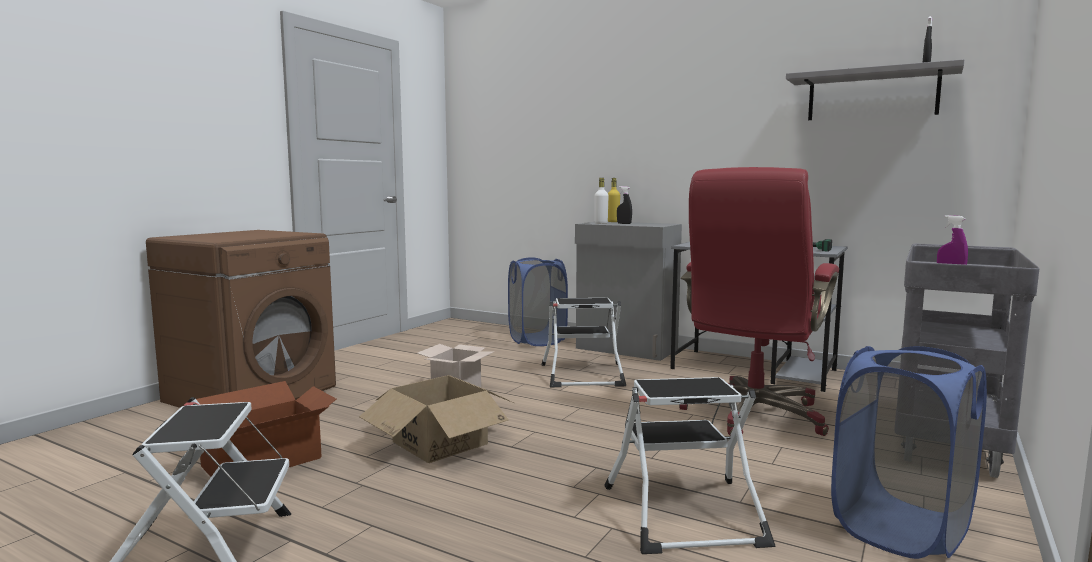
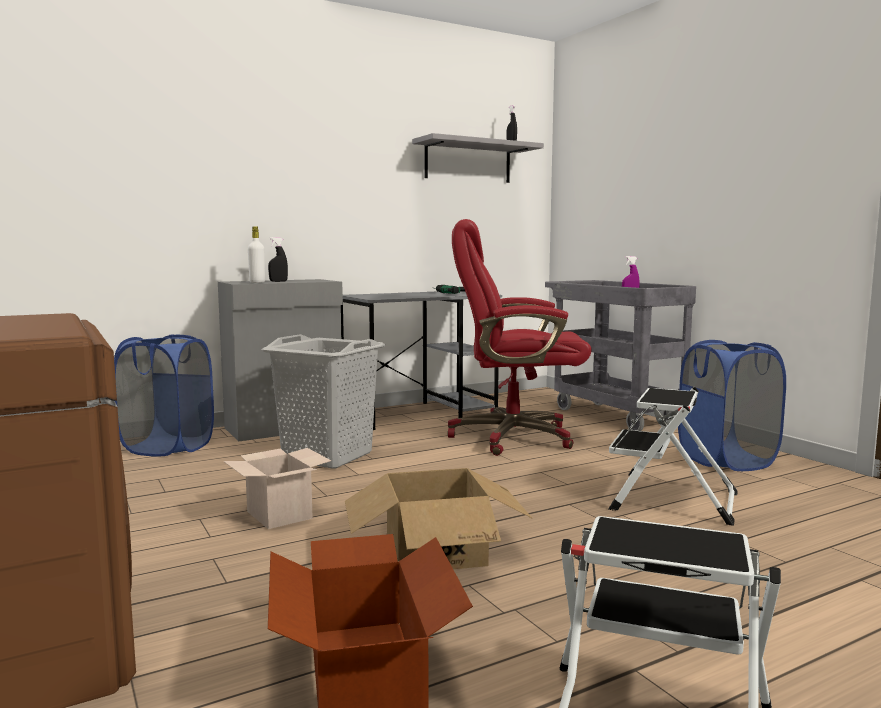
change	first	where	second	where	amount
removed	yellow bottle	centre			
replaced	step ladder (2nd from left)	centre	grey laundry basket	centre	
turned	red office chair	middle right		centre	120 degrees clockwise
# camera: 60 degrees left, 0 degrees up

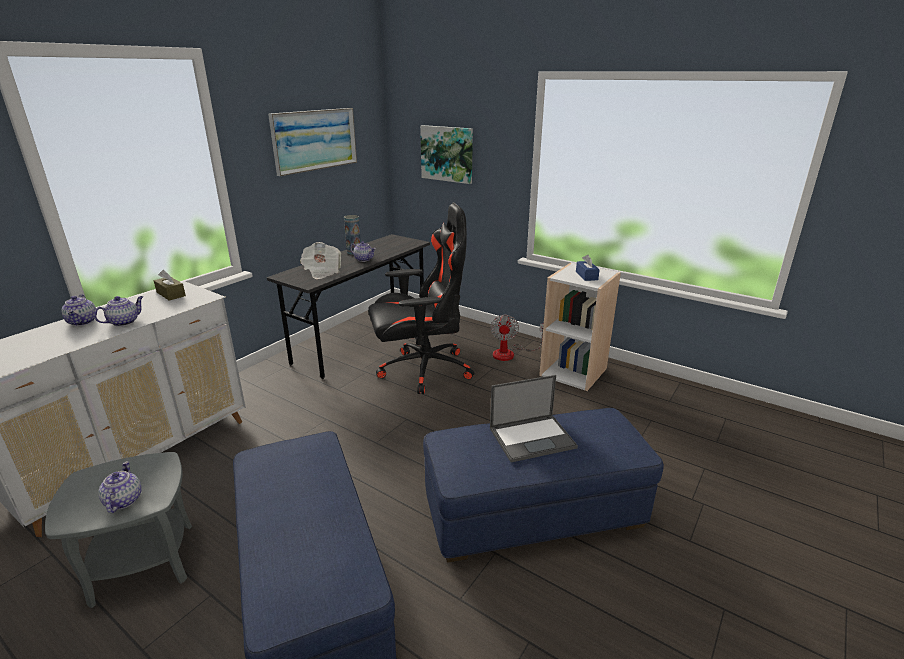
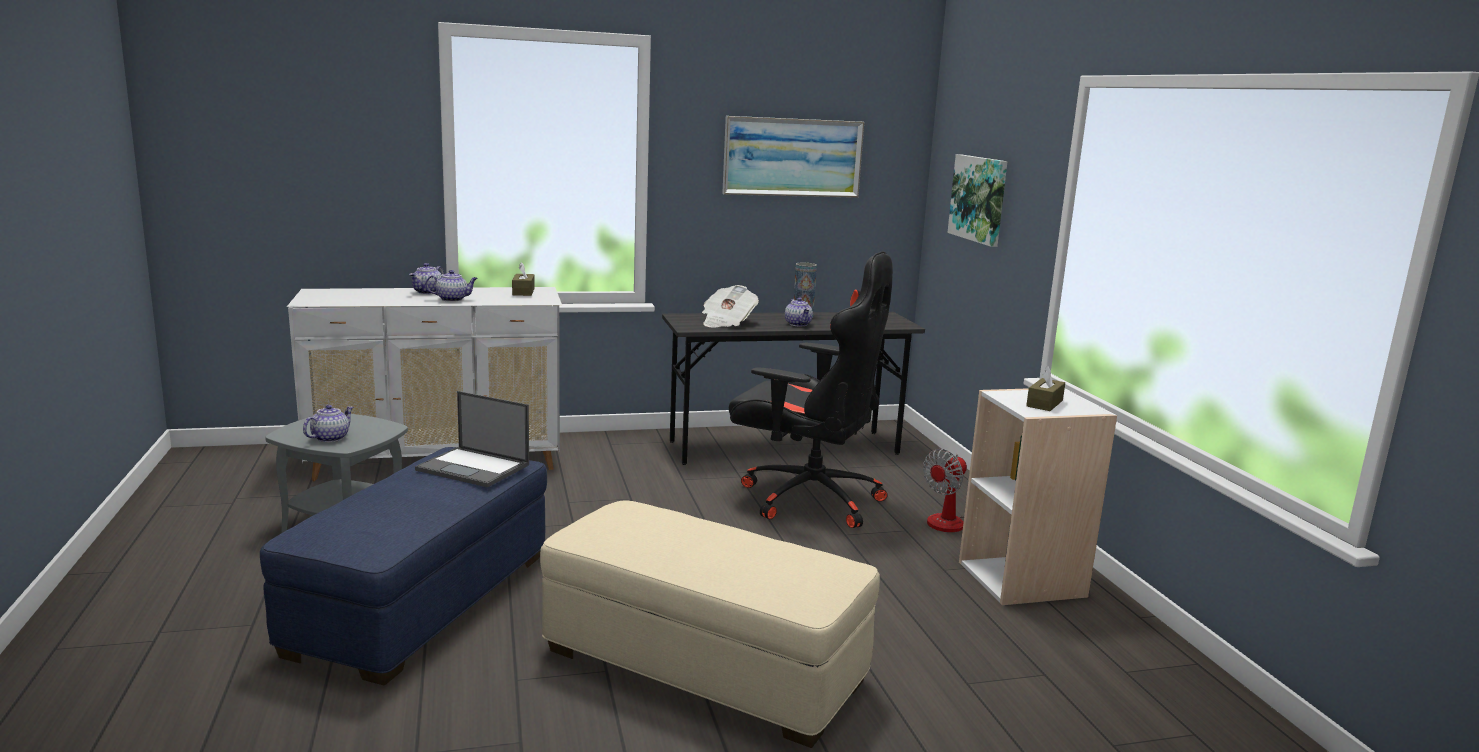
change	first	where	second	where	amount
moved	laptop	centre		middle left	
recoloured	blue ottoman (2nd from left)	bottom centre	beige ottoman	bottom centre	
recoloured	blue tissue box	centre	brown tissue box (2nd from left)	middle right	
# camera: 40 degrees right, 10 degrees down

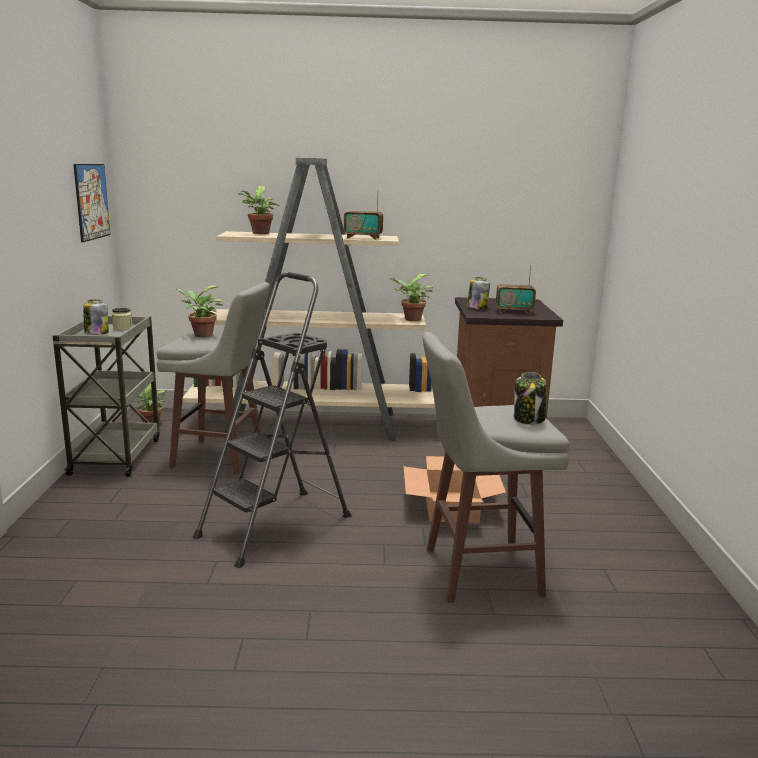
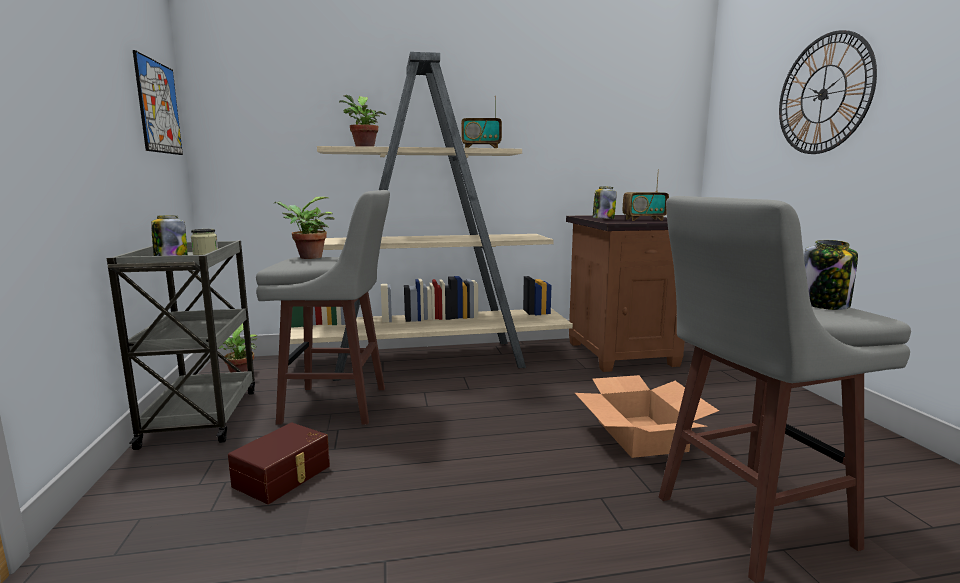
change	first	where	second	where	amount
removed	step ladder	centre			
removed	potted plant (4th from left)	centre			
added			brown storage box	bottom left	
added			wall clock	top right	
# camera: 10 degrees left, 5 degrees down

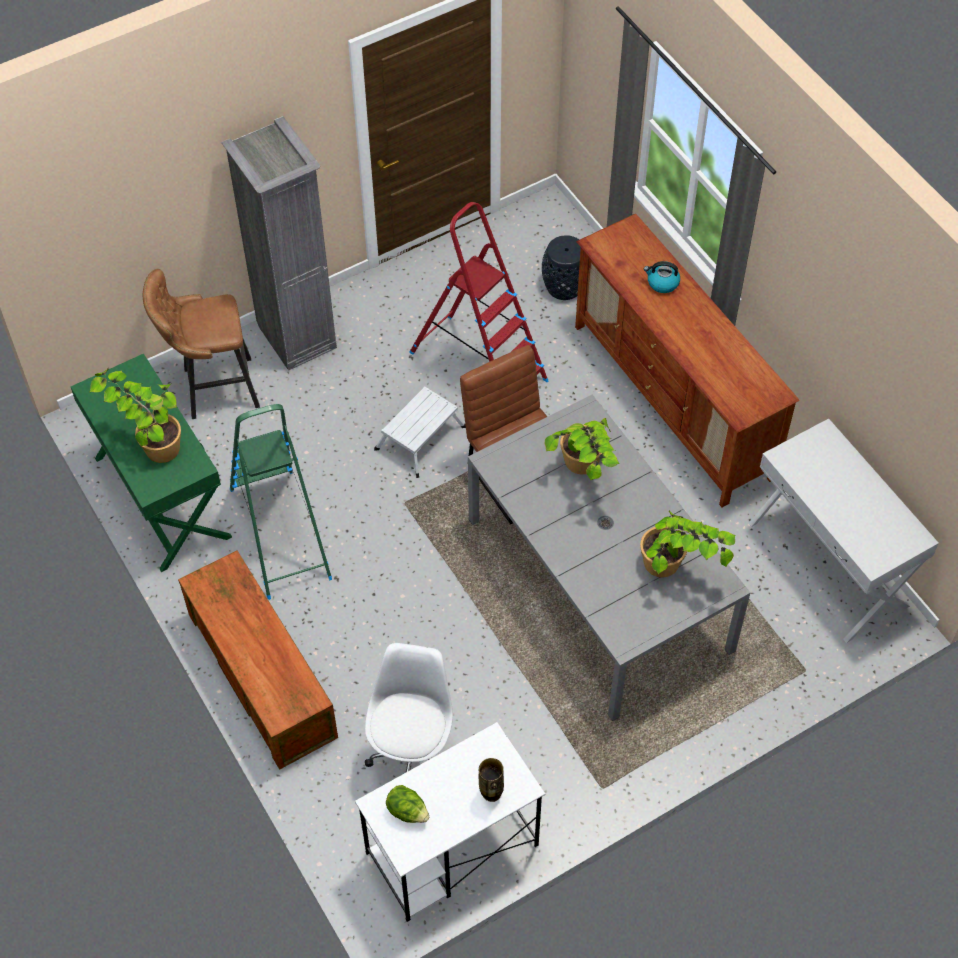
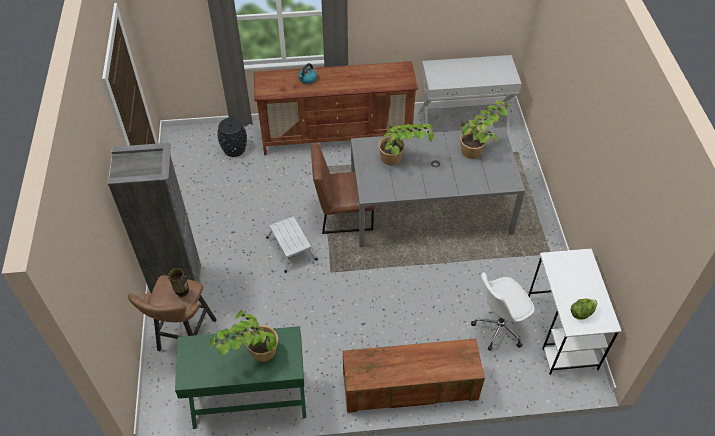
change	first	where	second	where	amount
removed	green step ladder	middle left			
removed	red step ladder	top centre			
moved	vase	bottom centre		middle left	
turned	white office chair	bottom centre		bottom right	60 degrees counterclockwise
# camera: 65 degrees left, 5 degrees down

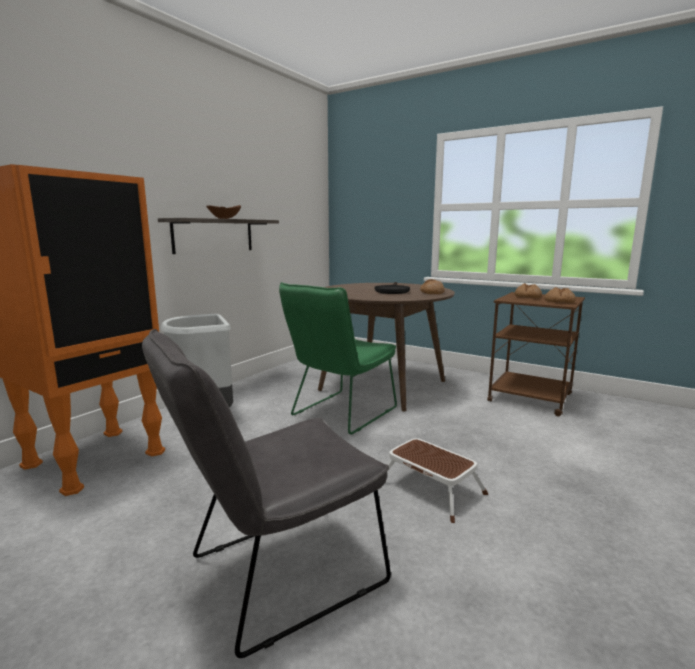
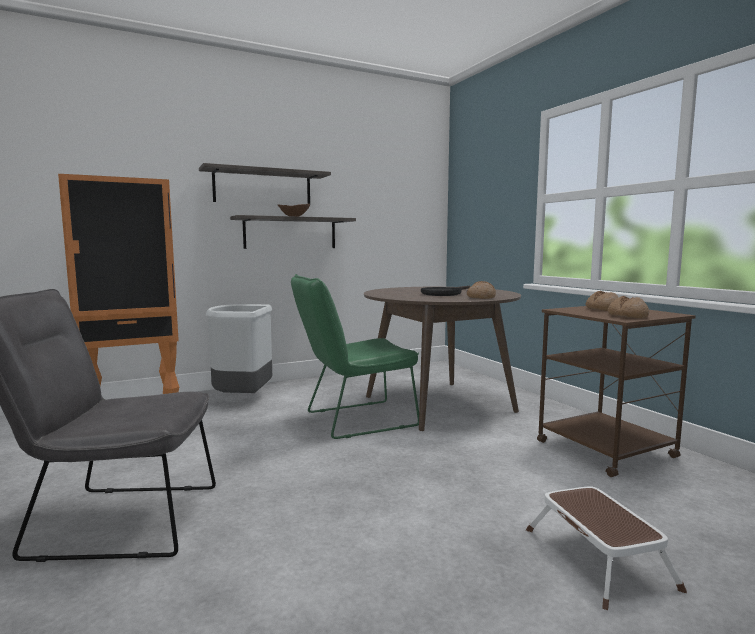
change	first	where	second	where	amount
added			shelf (1st from left)	top centre	
moved	brown step ladder	bottom centre		bottom right	
# camera: 30 degrees right, 5 degrees down

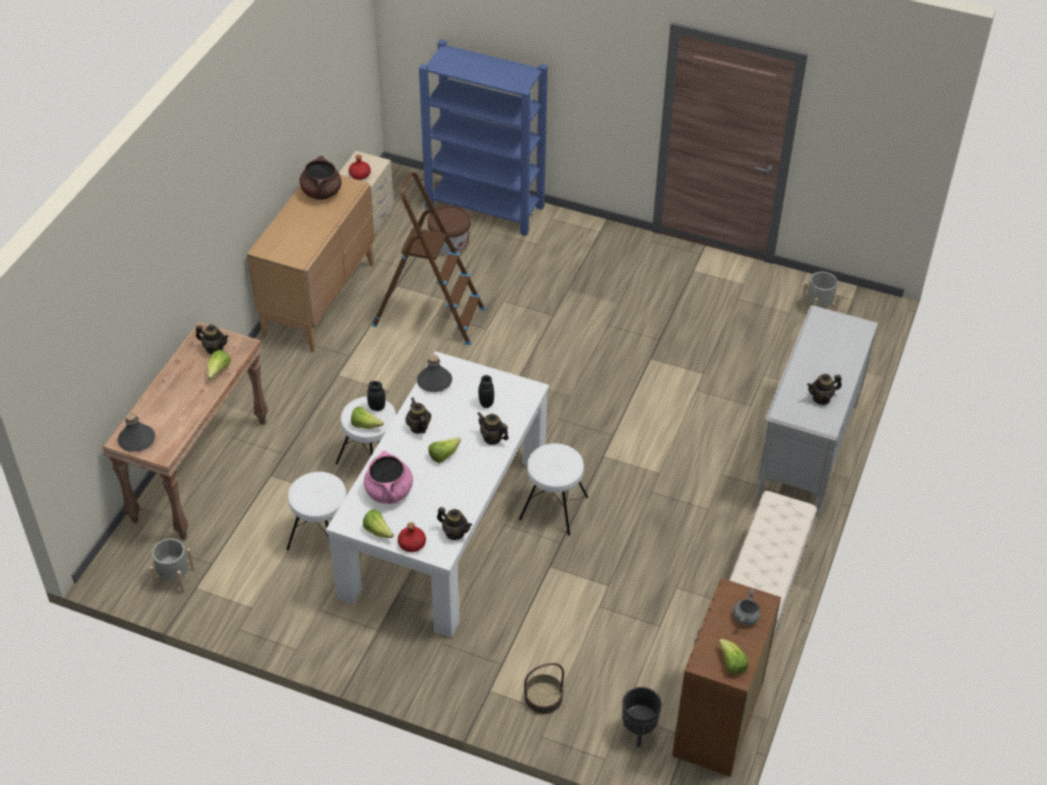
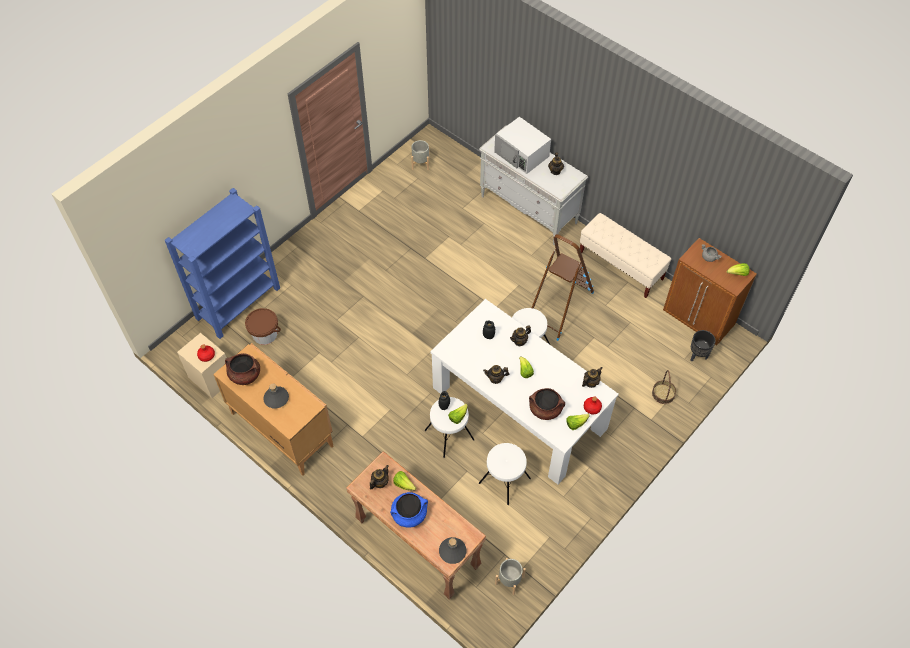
change	first	where	second	where	amount
added			blue cooking pot	bottom centre	
added			white microwave	top centre	
moved	brown step ladder	top centre		centre	
moved	grey bottle (2nd from left in the first image)	centre	grey bottle (1st from left)	middle left	
recoloured	pink cooking pot	centre	brown cooking pot (2nd from left)	centre	
# camera: 70 degrees left, 10 degrees up

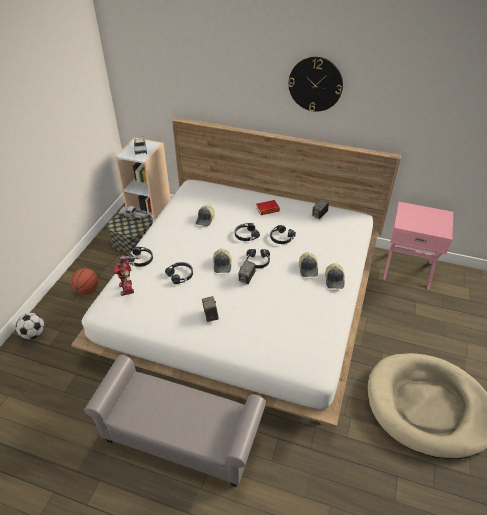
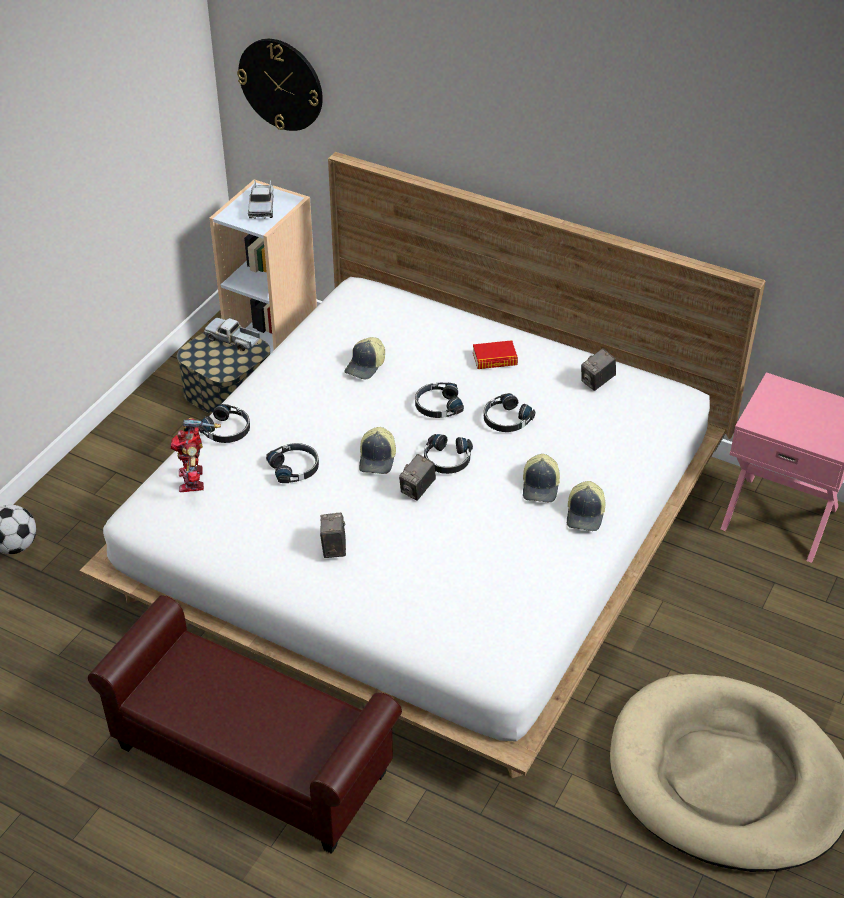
change	first	where	second	where	amount
removed	basketball	middle left			
moved	wall clock	top centre		top left	
recoloured	grey ottoman	bottom centre	brown ottoman	bottom left	
# camera: 10 degrees right, 0 degrees up

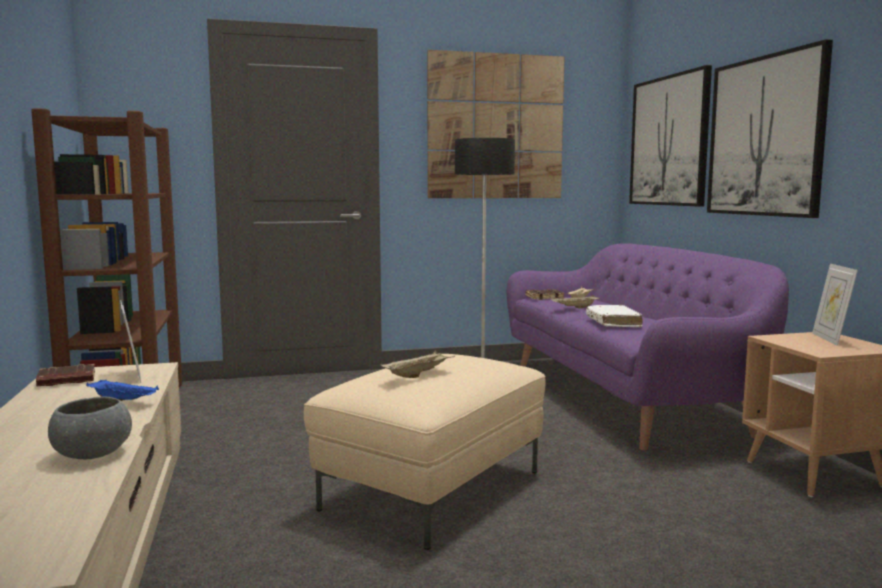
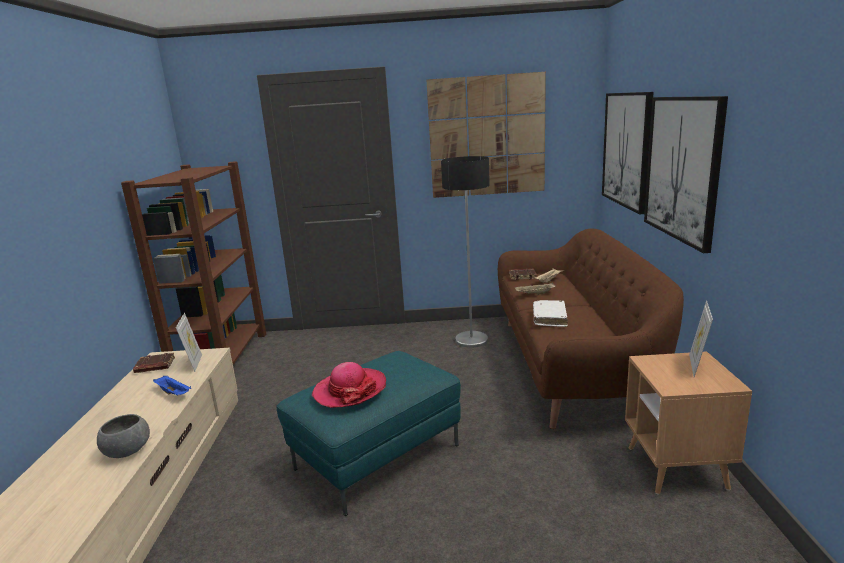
change	first	where	second	where	amount
replaced	beige tray (1st from left)	centre	hat	bottom centre	
recoloured	beige ottoman	bottom centre	turquoise ottoman	bottom centre	
recoloured	purple sofa	middle right	brown sofa	middle right	
# camera: 15 degrees right, 10 degrees up

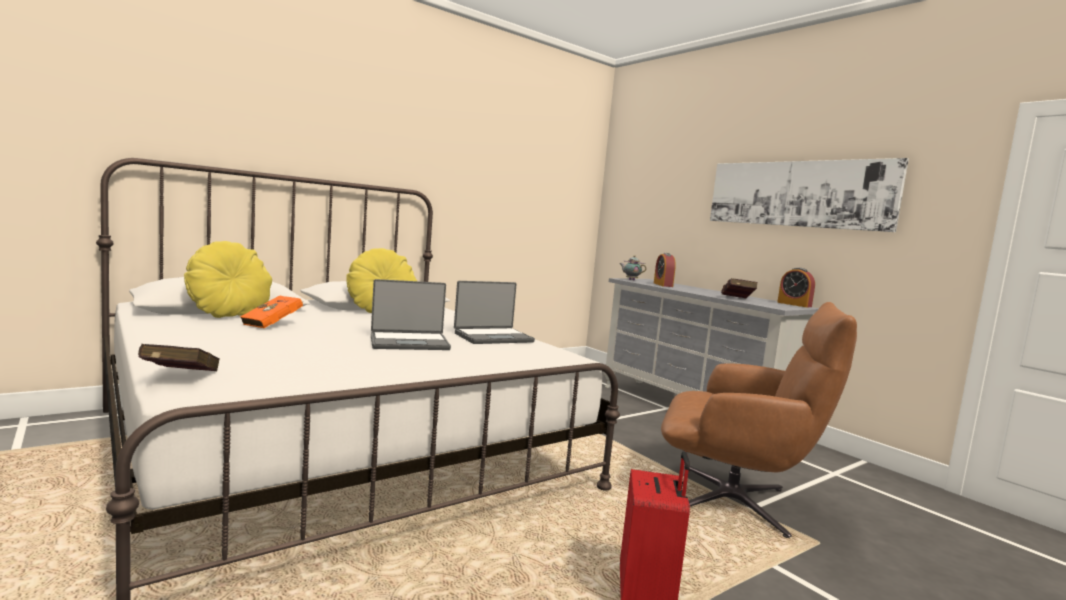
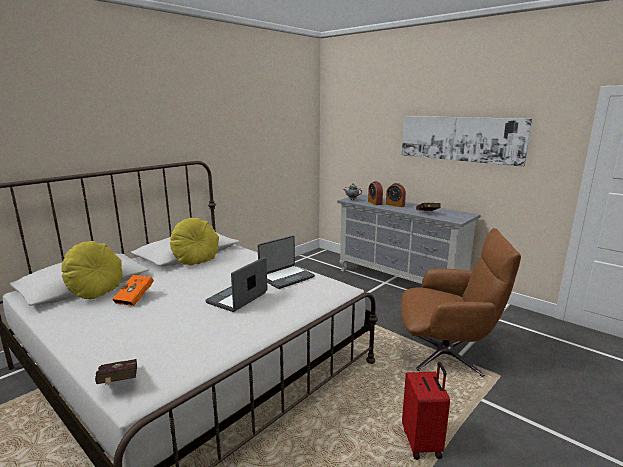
change	first	where	second	where	amount
moved	alarm clock (2nd from left)	middle right		centre	
turned	laptop (1st from left)	centre		centre	150 degrees clockwise
# camera: 10 degrees left, 10 degrees up

